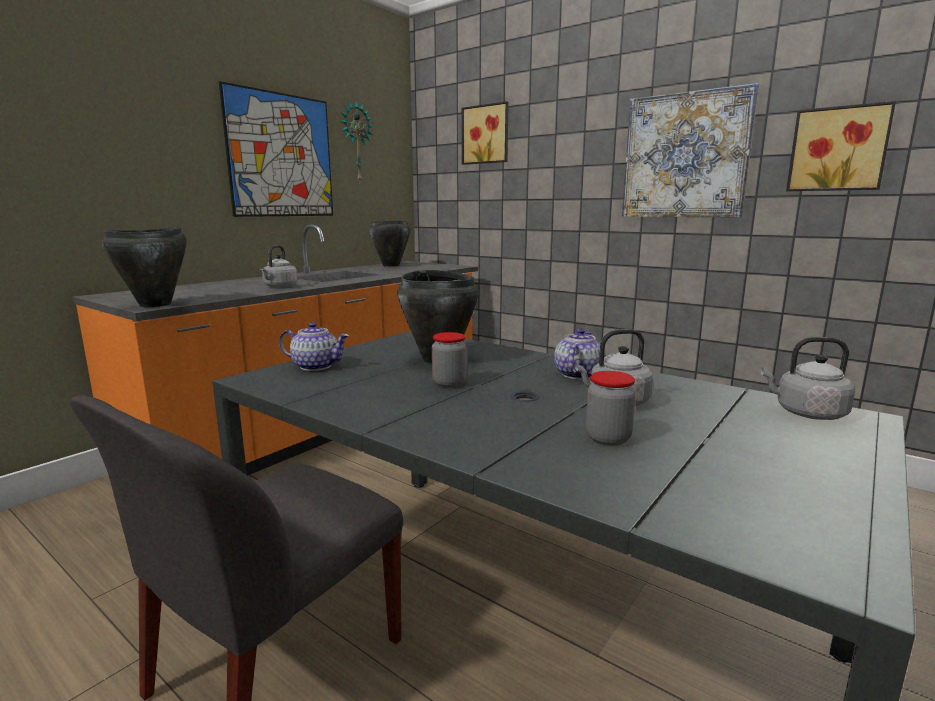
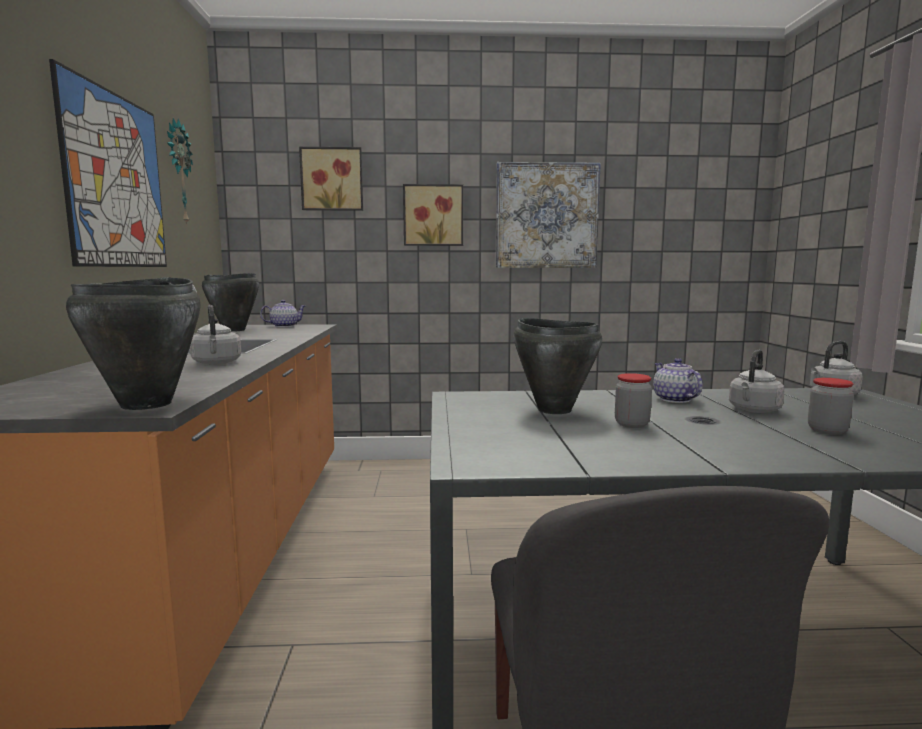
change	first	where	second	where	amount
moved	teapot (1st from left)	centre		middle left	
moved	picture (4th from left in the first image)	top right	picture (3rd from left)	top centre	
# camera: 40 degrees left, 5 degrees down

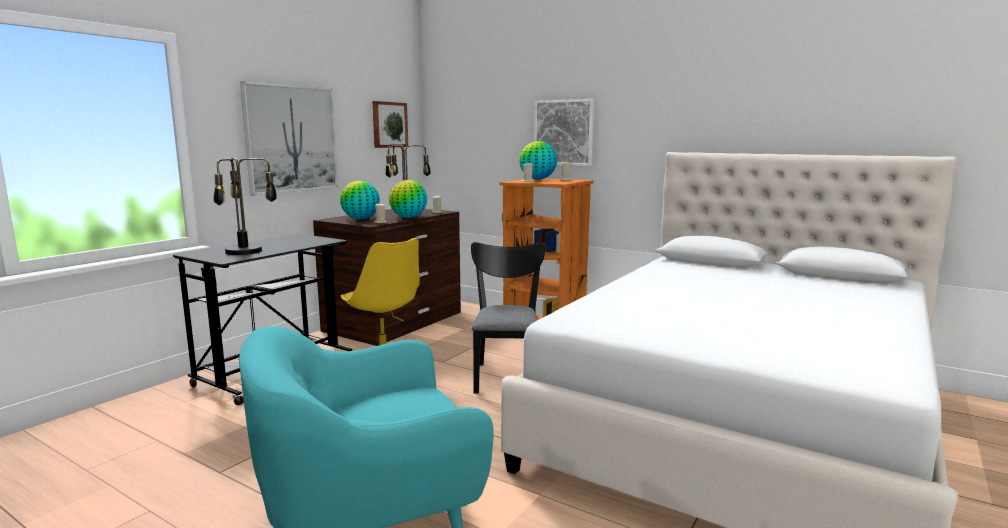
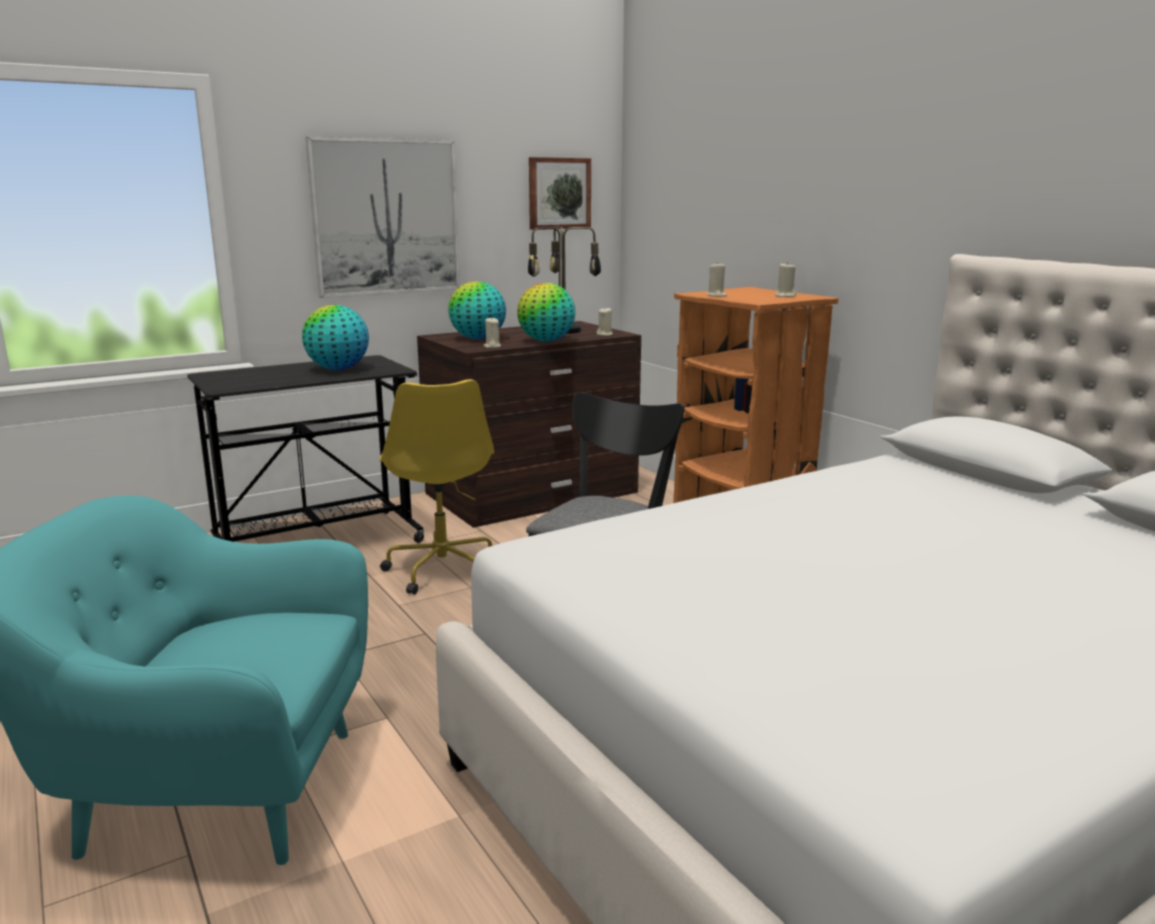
change	first	where	second	where	amount
removed	table lamp (1st from left)	middle left			
removed	picture (3rd from left)	top centre			
moved	globe (3rd from left in the first image)	top centre	globe (1st from left)	middle left	
# camera: 25 degrees right, 5 degrees up

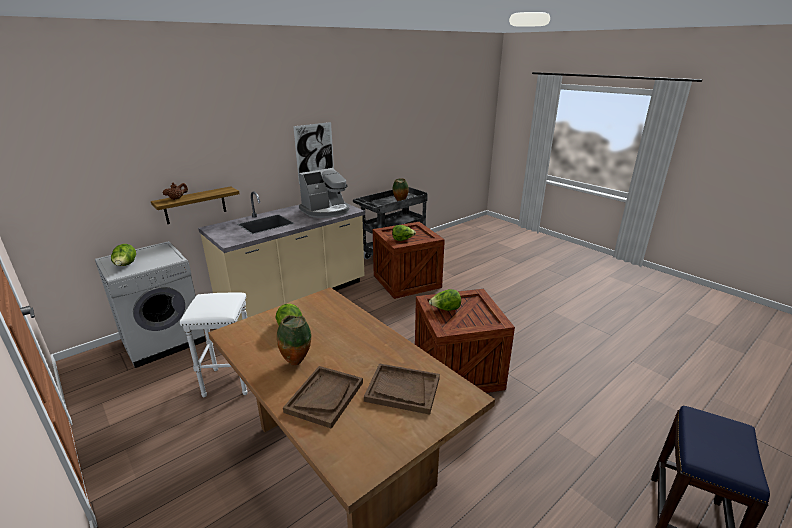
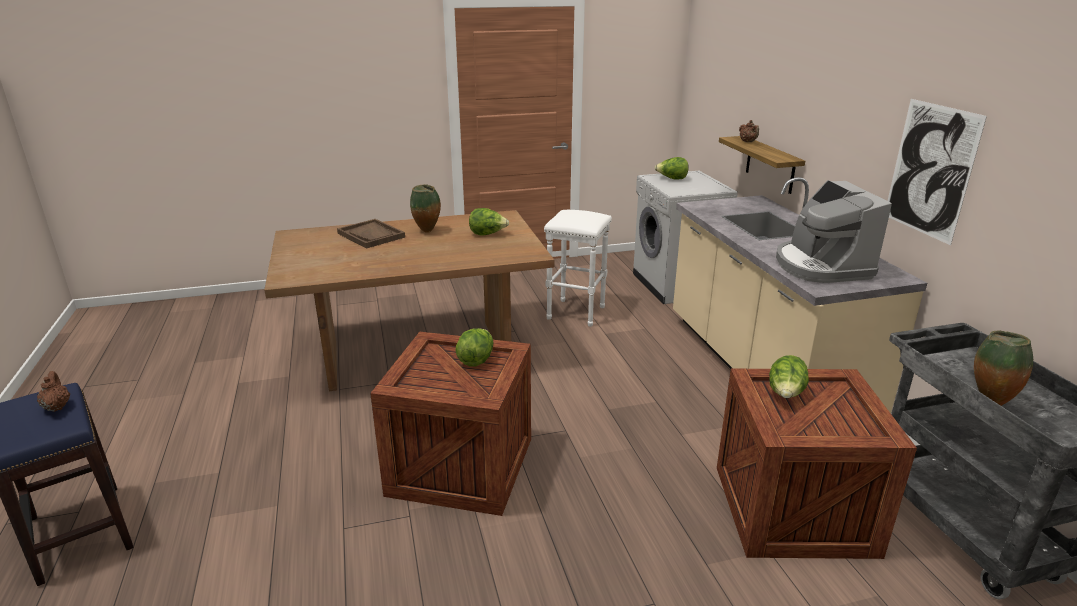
change	first	where	second	where	amount
removed	brown tray (2nd from left)	bottom centre			
added			brown teapot (1st from left)	middle left	
# camera: 115 degrees right, 0 degrees up

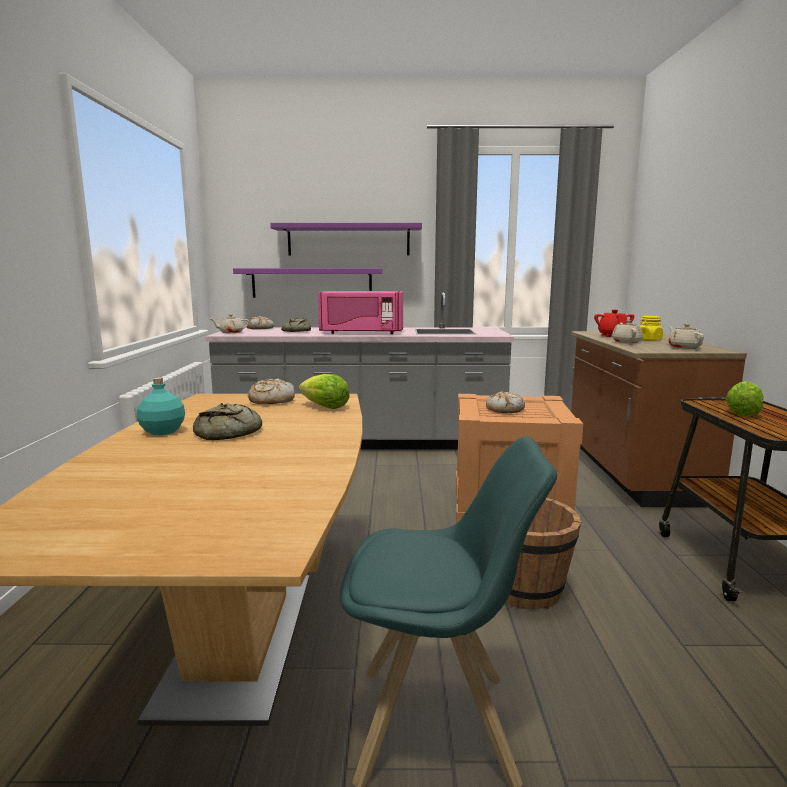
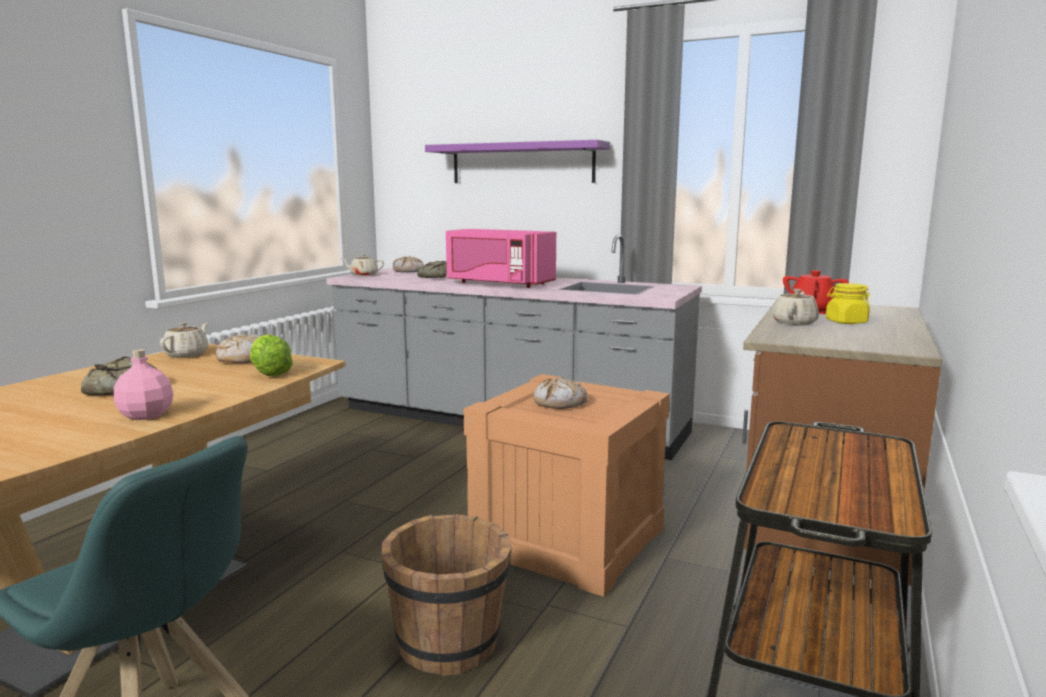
change	first	where	second	where	amount
removed	turquoise bottle	middle left			
removed	purple shelf (1st from left)	centre			
removed	lettuce (2nd from left)	middle right			
added			pink bottle	middle left	
moved	beige teapot (3rd from left in the first image)	middle right	beige teapot (1st from left)	middle left	
# camera: 25 degrees right, 0 degrees up

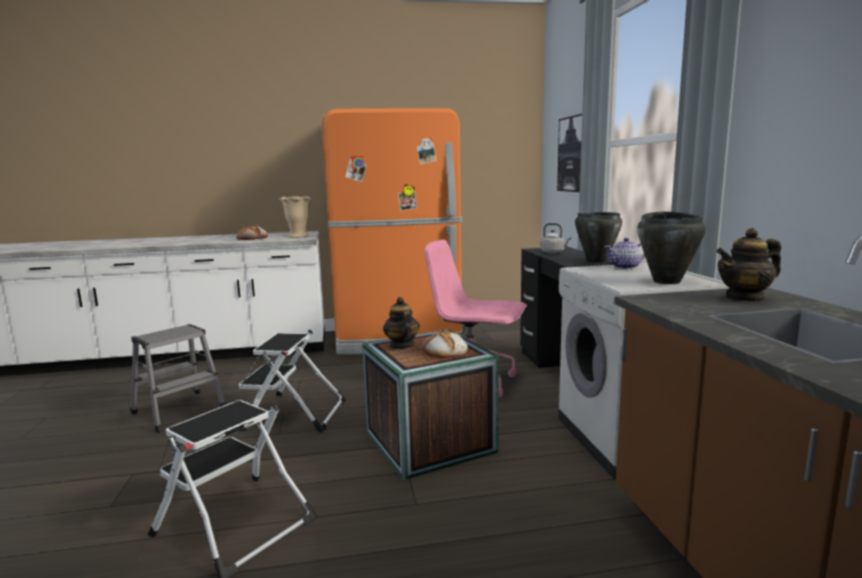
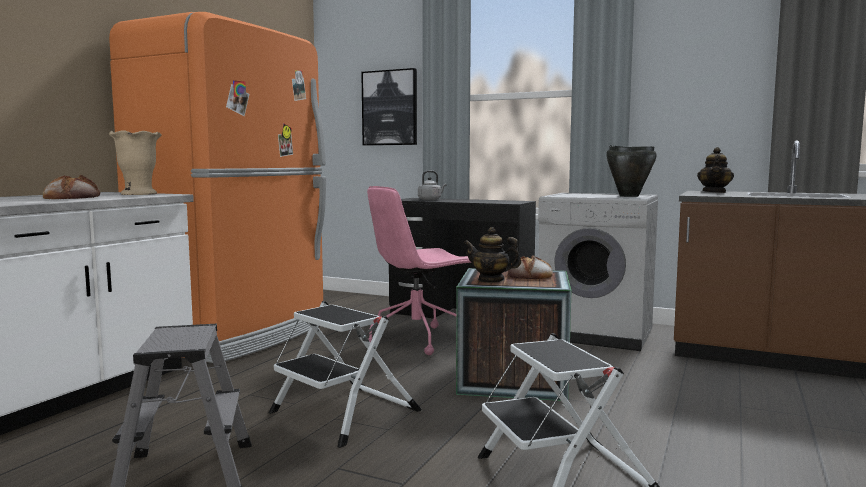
change	first	where	second	where	amount
removed	black cooking pot (1st from left)	middle right			
removed	teapot (2nd from left)	middle right			
# camera: 55 degrees left, 5 degrees down

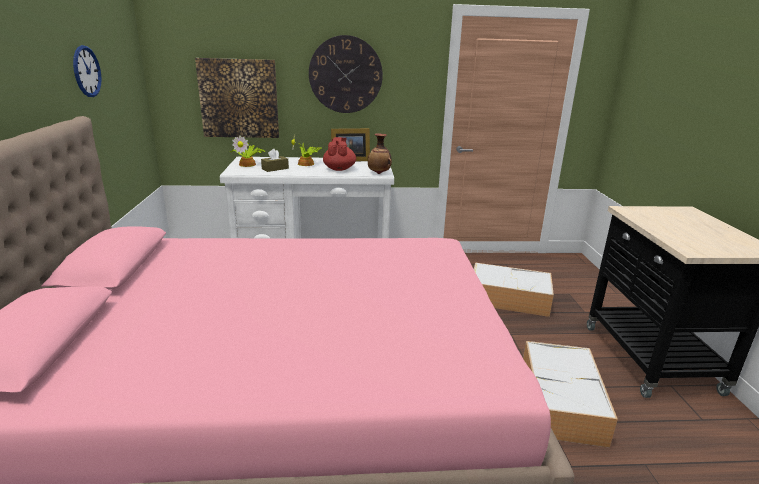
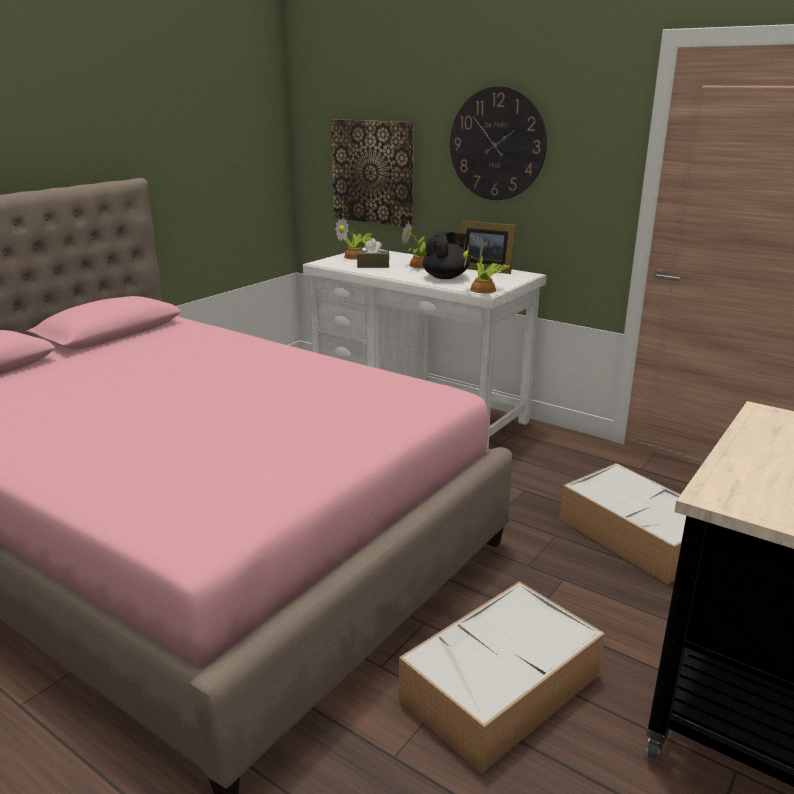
change	first	where	second	where	amount
removed	wall clock (1st from left)	top left			
replaced	vase	top centre	potted plant (3rd from left)	centre	
recoloured	red teapot	top centre	black teapot	top centre	
# camera: 40 degrees right, 0 degrees up

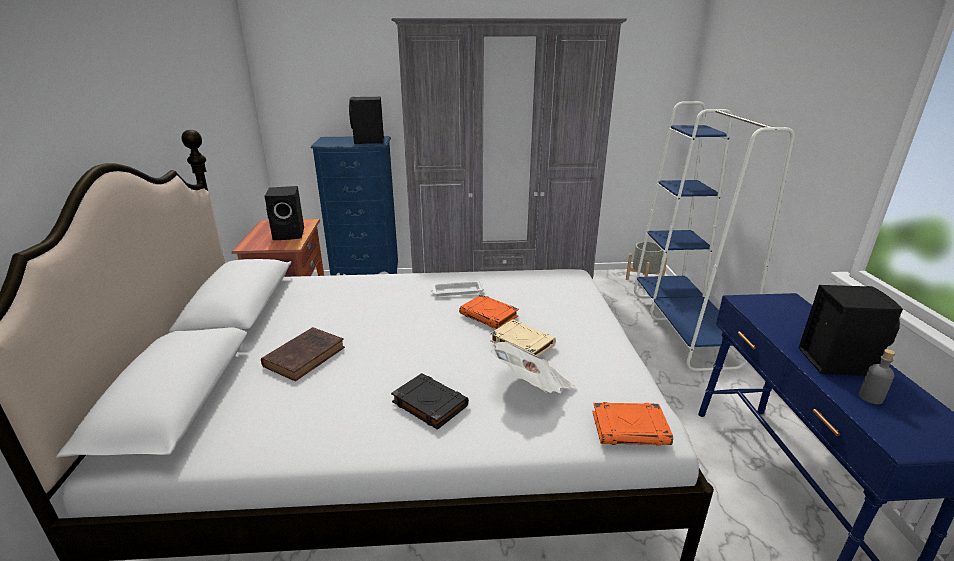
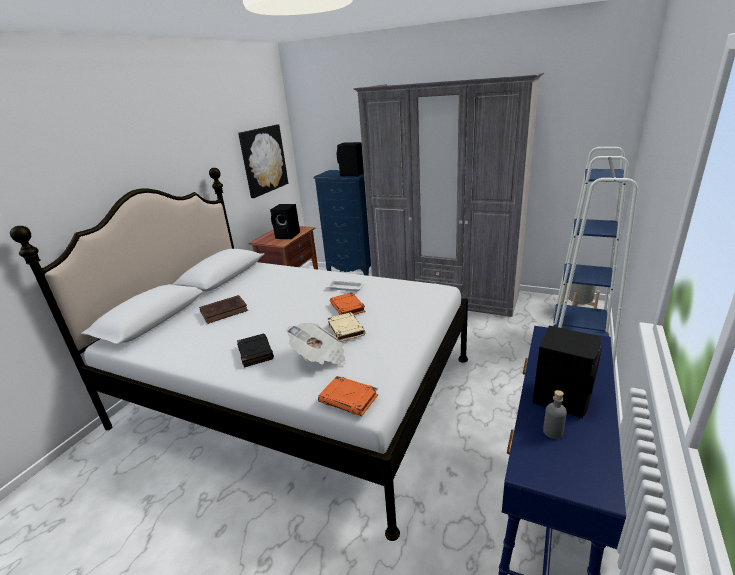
change	first	where	second	where	amount
added			picture	top centre	
# camera: 30 degrees right, 0 degrees up

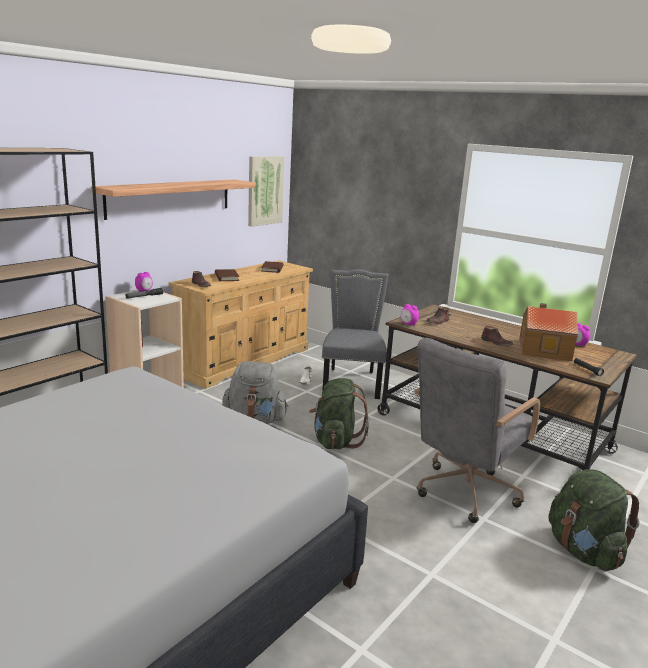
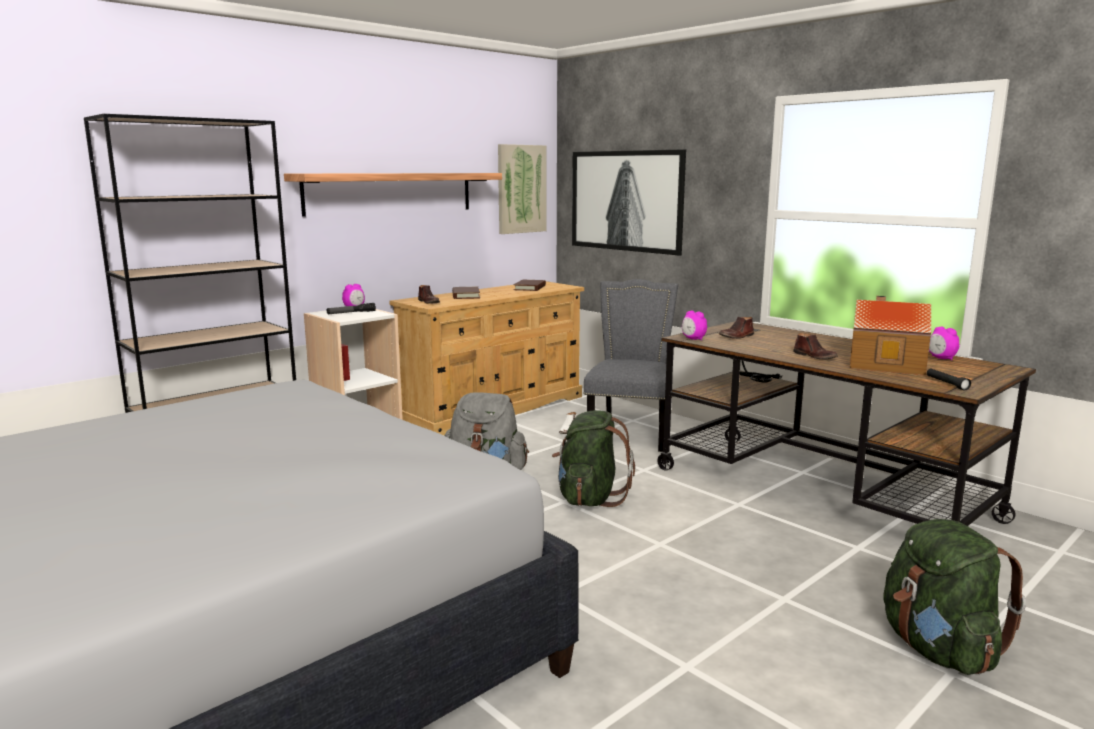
change	first	where	second	where	amount
removed	grey office chair	middle right			
added			picture (2nd from left)	top centre	
# camera: 10 degrees right, 5 degrees down

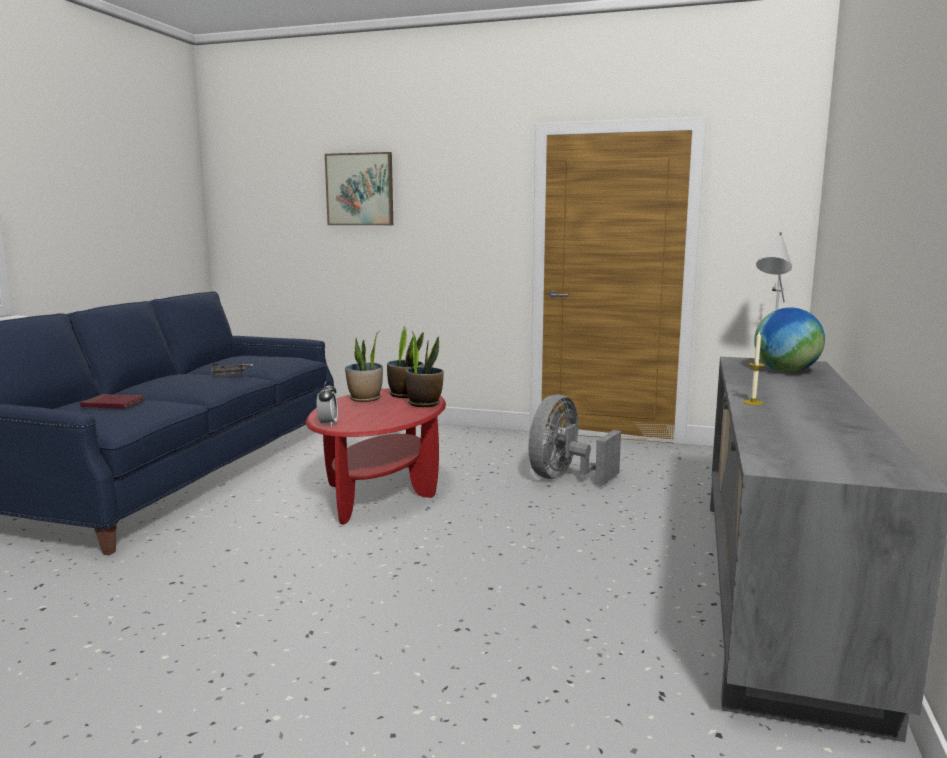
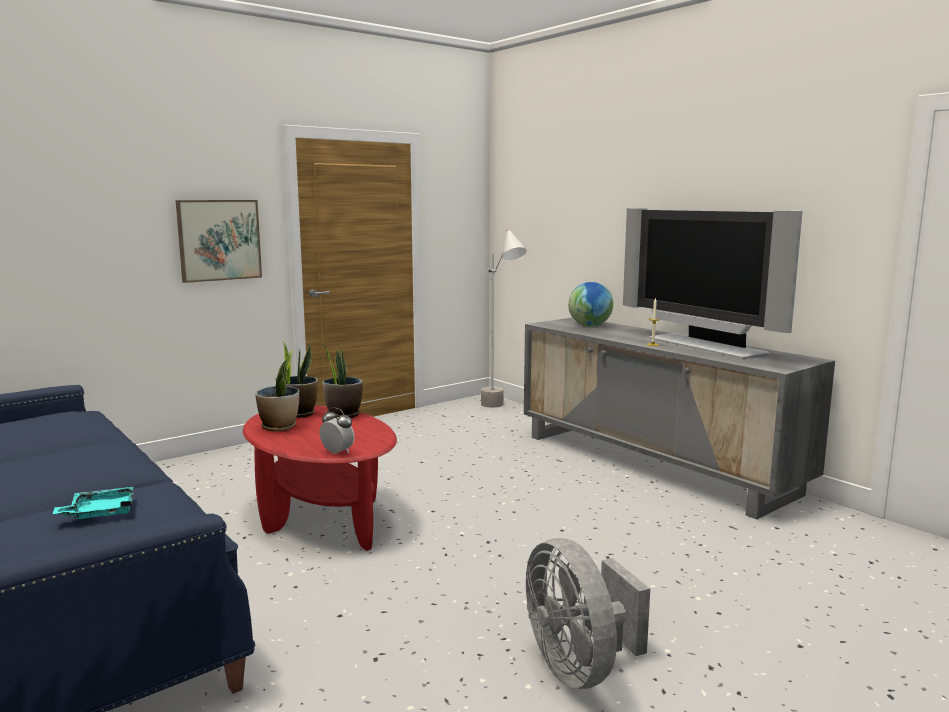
change	first	where	second	where	amount
removed	grey tray	middle left			
added			television	middle right	
moved	picture	top centre		middle left	
moved	grey fan	centre		bottom centre	
replaced	red book	middle left	turquoise tray	bottom left	
# camera: 55 degrees left, 0 degrees up

